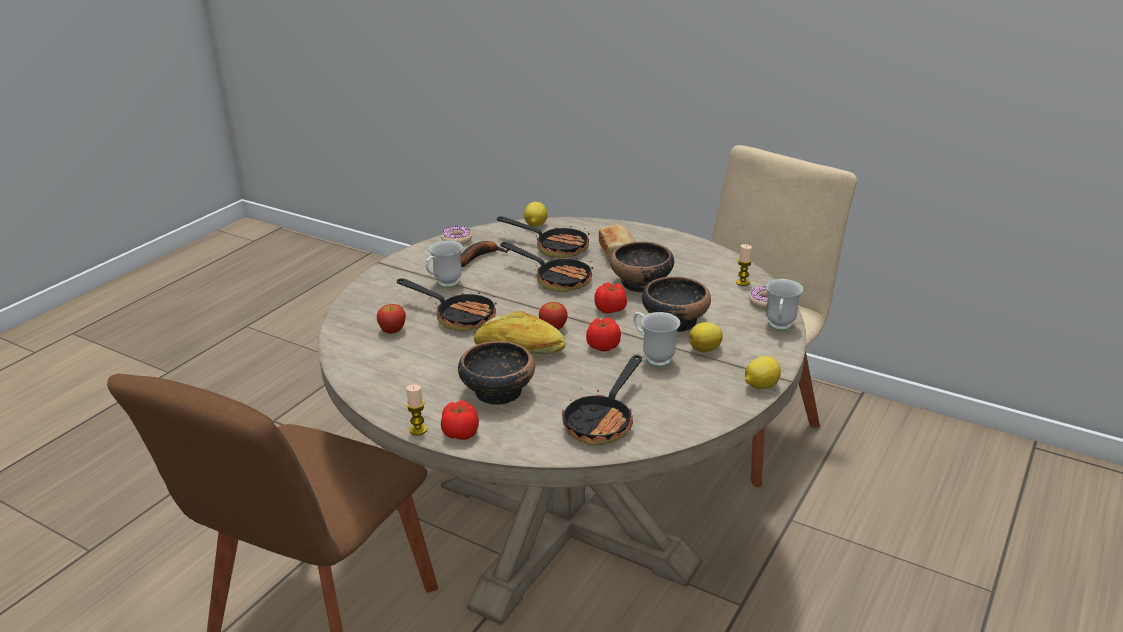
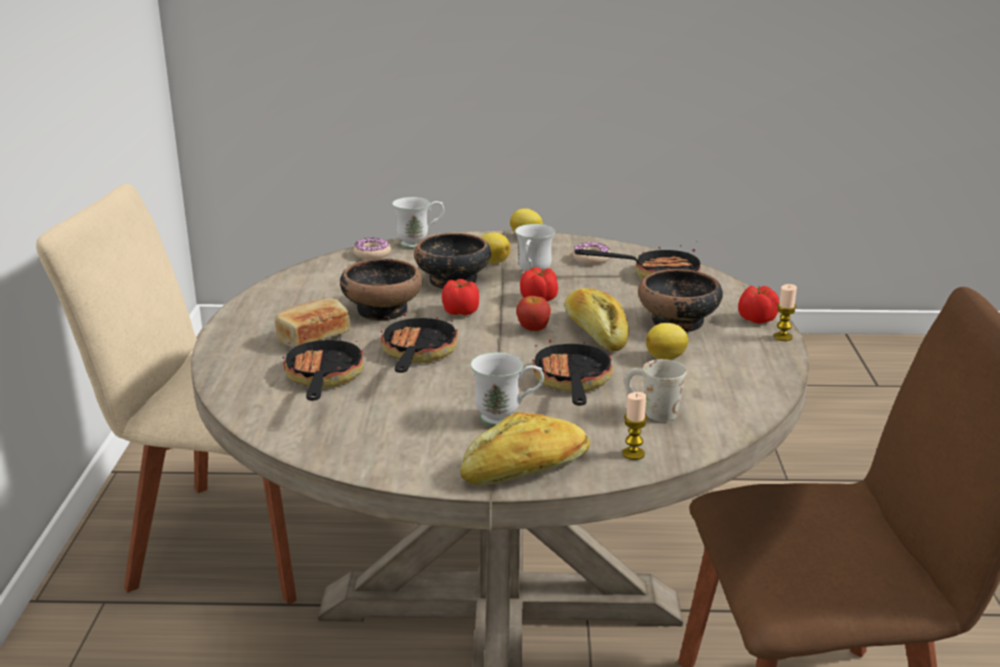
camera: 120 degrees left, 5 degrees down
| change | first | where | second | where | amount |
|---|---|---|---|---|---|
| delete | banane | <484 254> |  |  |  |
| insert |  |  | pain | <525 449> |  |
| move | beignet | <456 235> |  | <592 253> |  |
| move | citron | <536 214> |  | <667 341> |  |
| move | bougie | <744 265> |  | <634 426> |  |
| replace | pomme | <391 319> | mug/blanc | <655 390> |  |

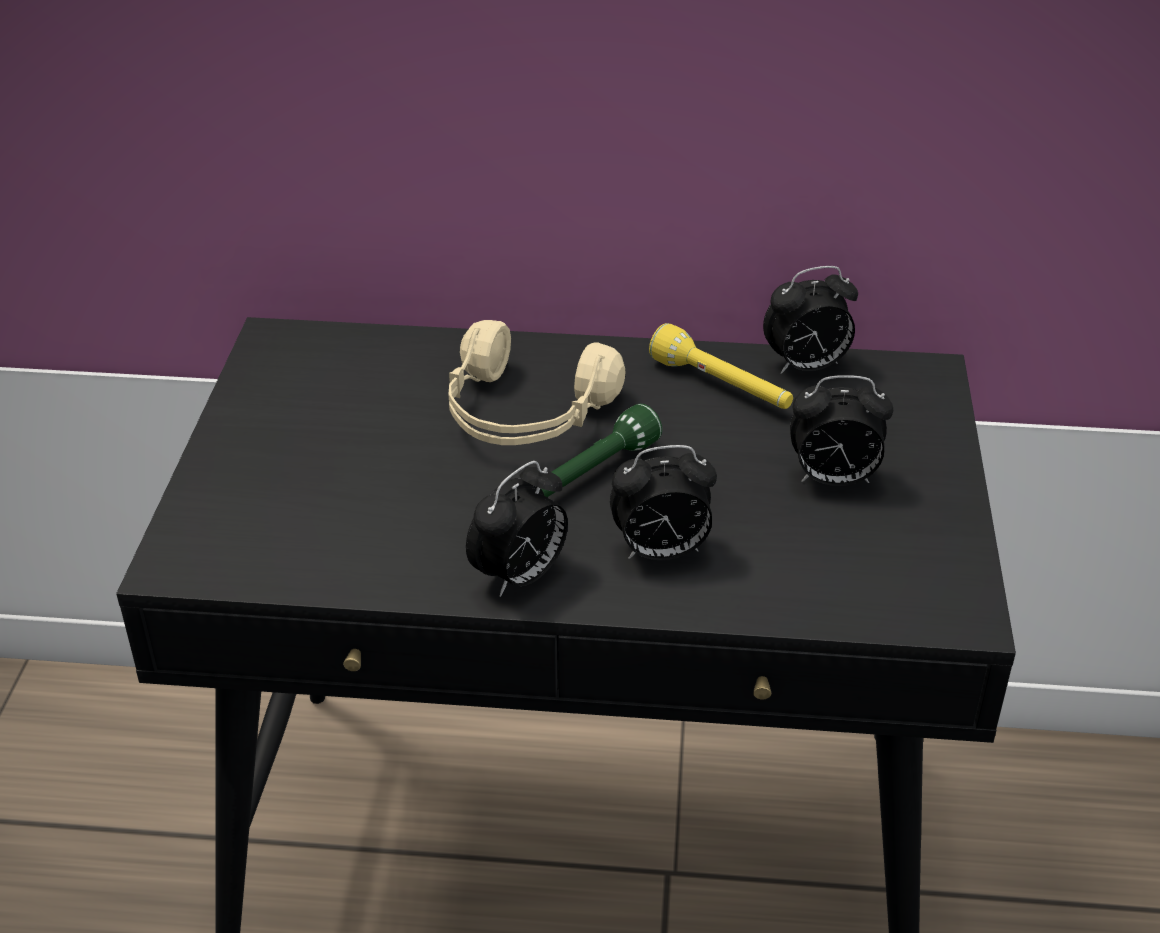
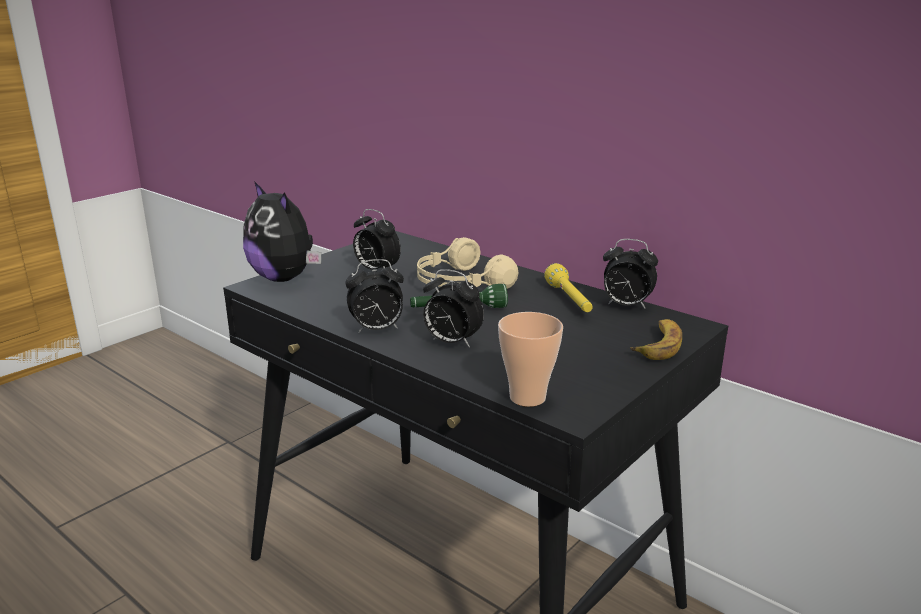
camera: 35 degrees right, 15 degrees down
| change | first | where | second | where | amount |
|---|---|---|---|---|---|
| insert |  |  | peluche | <282 231> |  |
| insert |  |  | tasse | <530 359> |  |
| insert |  |  | banane | <656 339> |  |
| move | réveil | <842 430> |  | <377 239> |  |

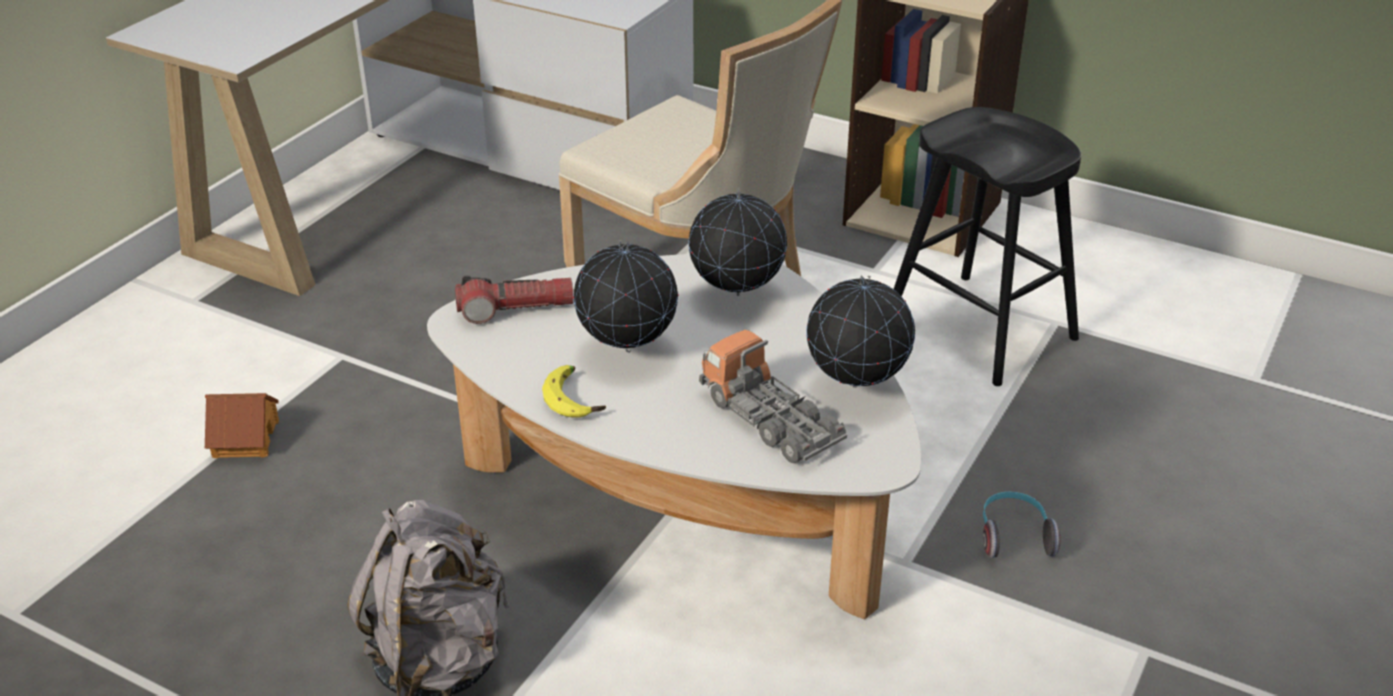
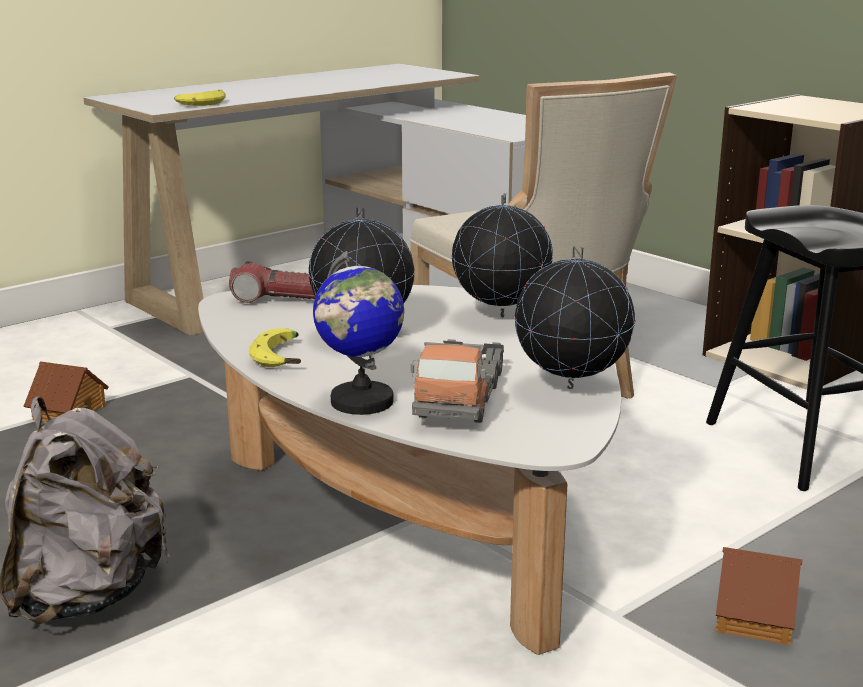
camera: 20 degrees right, 15 degrees down
| change | first | where | second | where | amount |
|---|---|---|---|---|---|
| insert |  |  | banane | <200 98> |  |
| insert |  |  | globe | <358 333> |  |
| replace | casque audio | <1021 524> | maison miniature | <759 596> |  |
| rotate | camion jouet | <773 396> |  | <457 381> | 150 degrees counterclockwise |

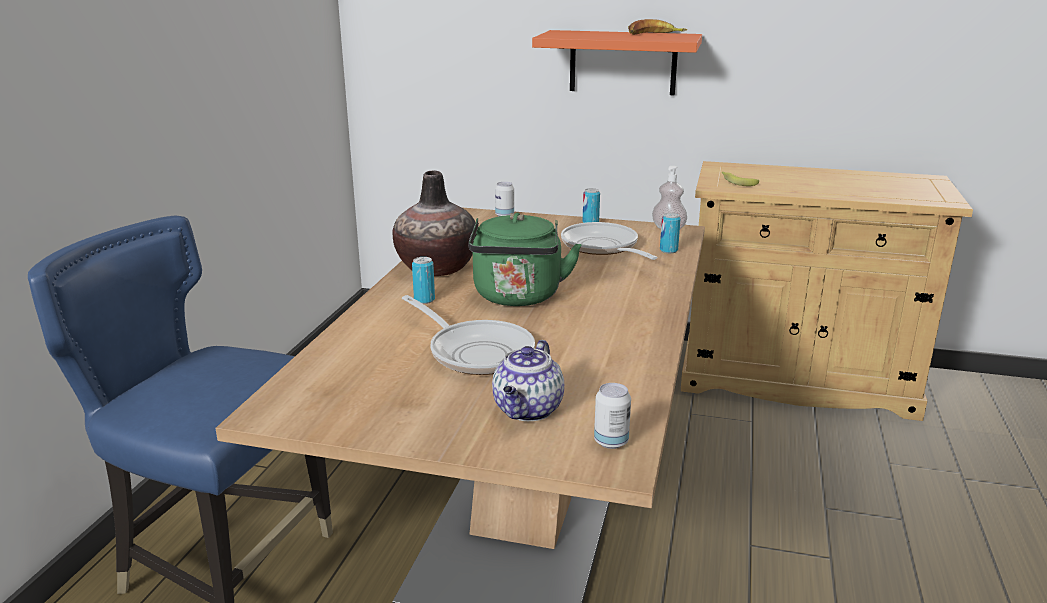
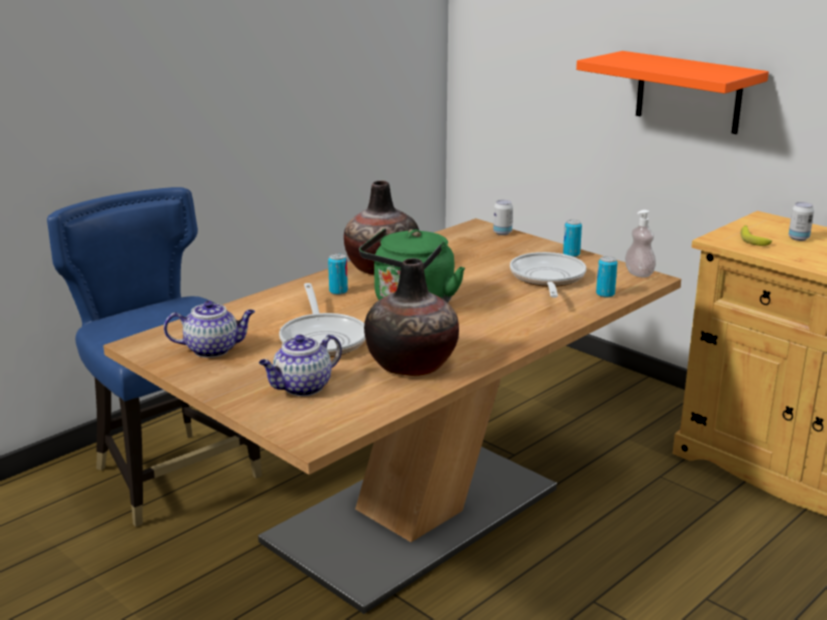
camera: 30 degrees right, 0 degrees up
| change | first | where | second | where | amount |
|---|---|---|---|---|---|
| delete | banane | <657 27> |  |  |  |
| insert |  |  | théière | <209 329> |  |
| insert |  |  | vase | <411 317> |  |
| move | boîte métallique | <612 416> |  | <801 221> |  |

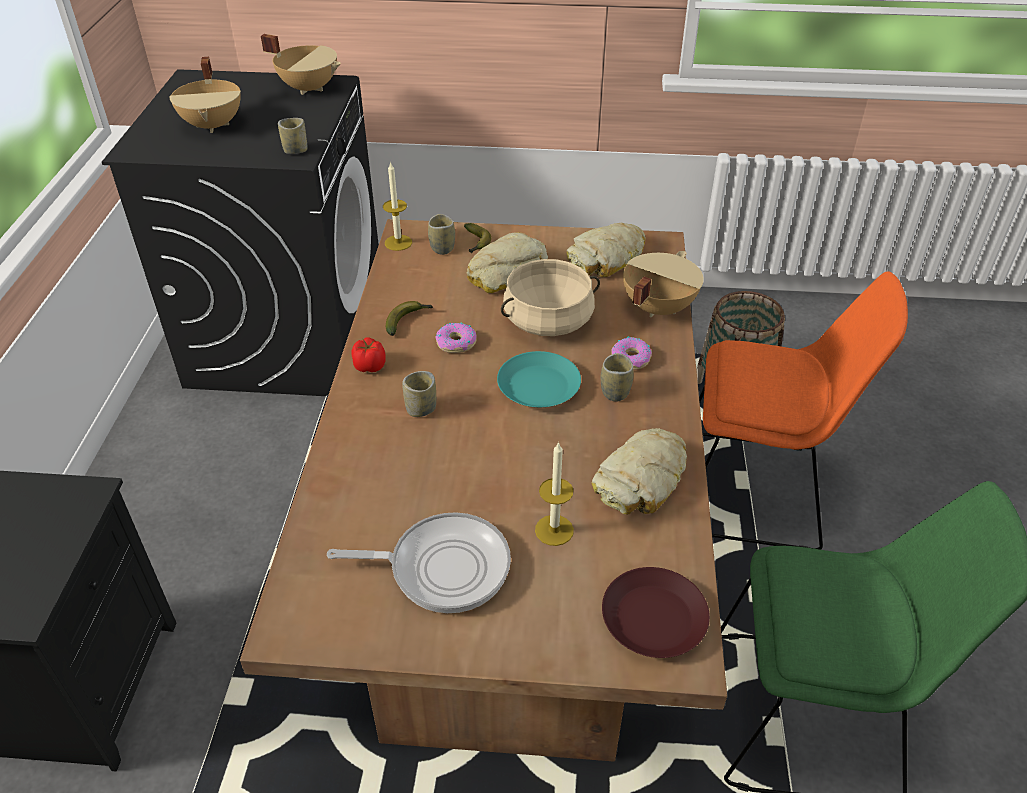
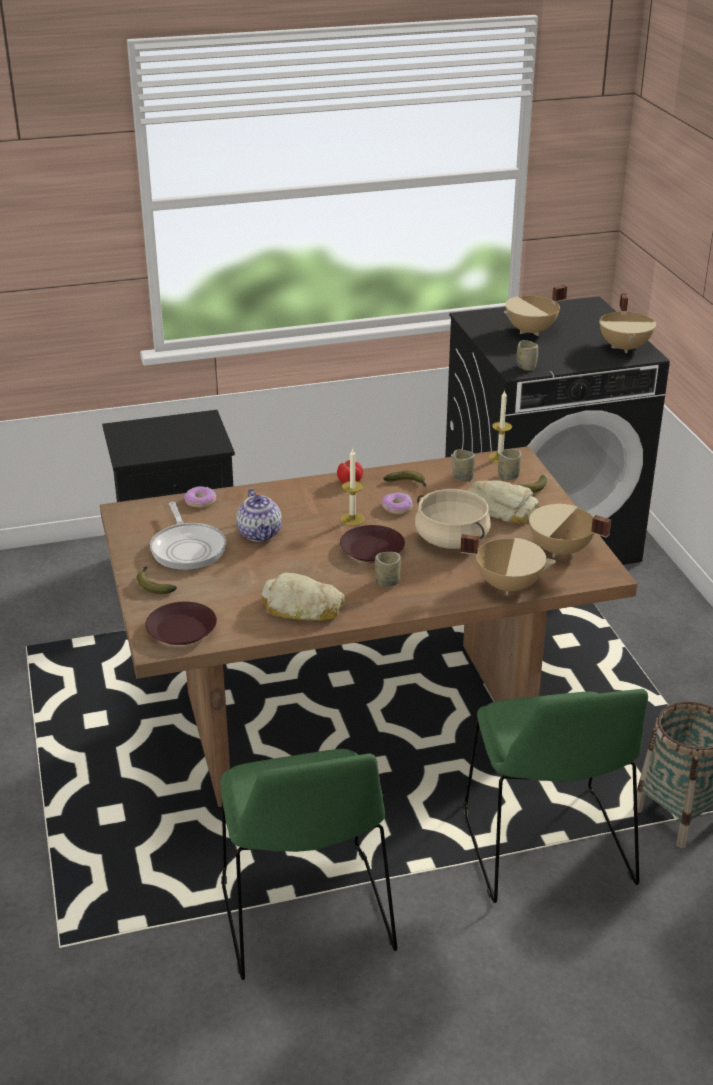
camera: 70 degrees right, 10 degrees down
| change | first | where | second | where | amount |
|---|---|---|---|---|---|
| insert |  |  | banane | <157 580> |  |
| insert |  |  | théière | <259 515> |  |
| move | tasse | <419 394> |  | <463 465> |  |
| move | bougie | <554 494> |  | <352 487> |  |
| move | beignet | <631 353> |  | <200 497> |  |
| replace | pain | <606 250> | marmite/beige | <567 531> |  |
| recolor | assiette/turquoise | <539 379> | assiette/marron | <372 543> |  |
| recolor | chaise/orange | <803 410> | chaise/vert | <556 796> |  |

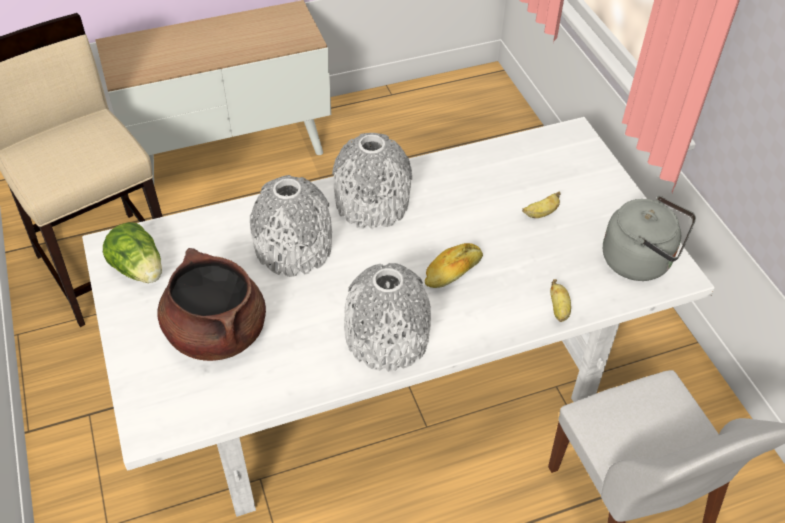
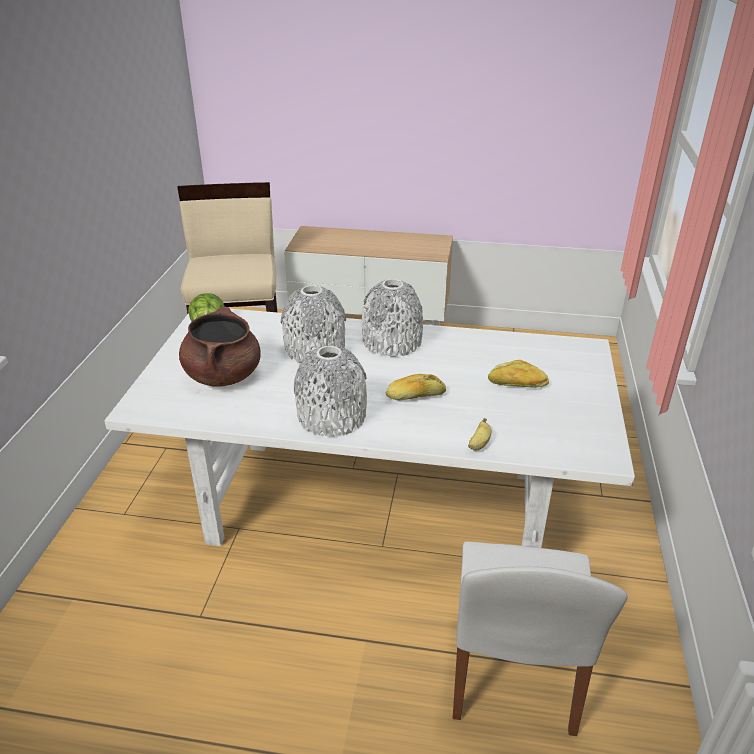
camera: 30 degrees right, 15 degrees down
| change | first | where | second | where | amount |
|---|---|---|---|---|---|
| delete | bouilloire/gris | <649 238> |  |  |  |
| replace | banane | <541 205> | pain | <518 374> |  |

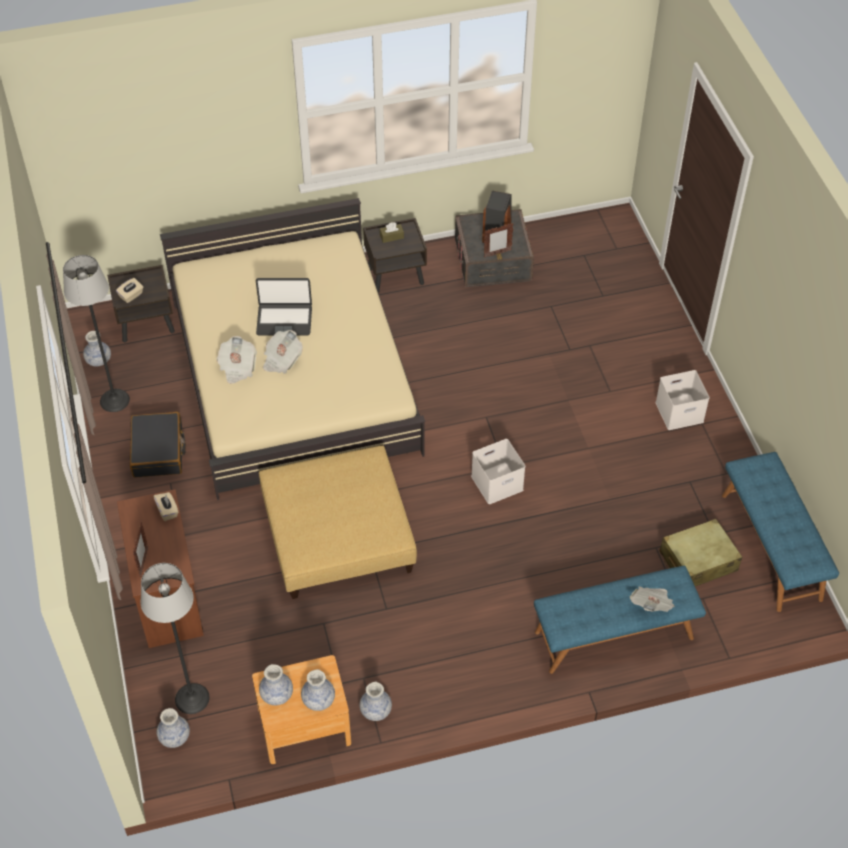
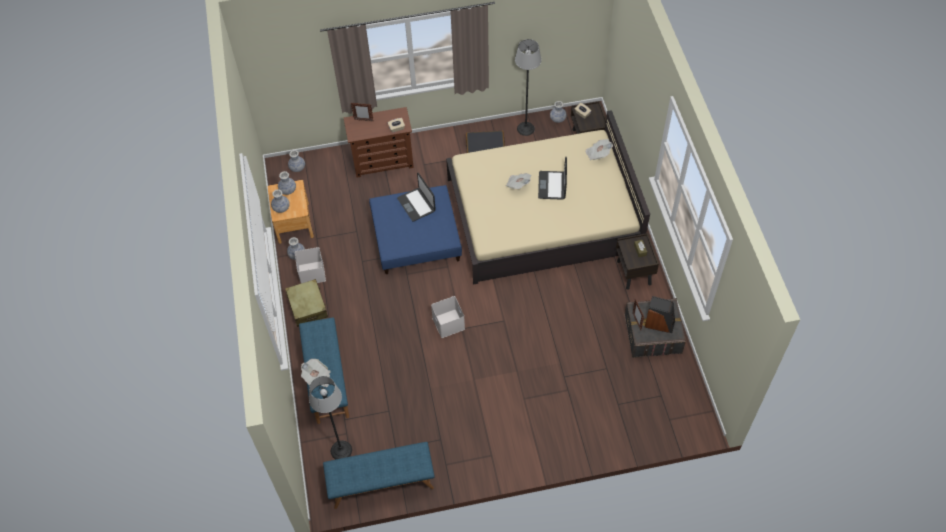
camera: 95 degrees right, 5 degrees up
| change | first | where | second | where | amount |
|---|---|---|---|---|---|
| insert |  |  | ordinateur portable | <416 197> |  |
| move | lampadaire | <175 638> |  | <330 417> |  |
| move | journal | <237 360> |  | <599 150> |  |
| move | boîte de rangement/blanc | <682 400> |  | <310 265> |  |
| move | valise/beige | <701 552> |  | <306 303> |  |
| recolor | pouf/beige | <338 522> | pouf/bleu | <415 229> |  |

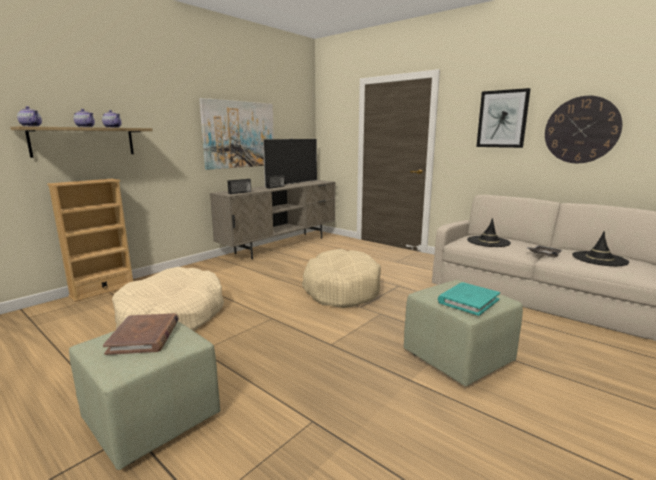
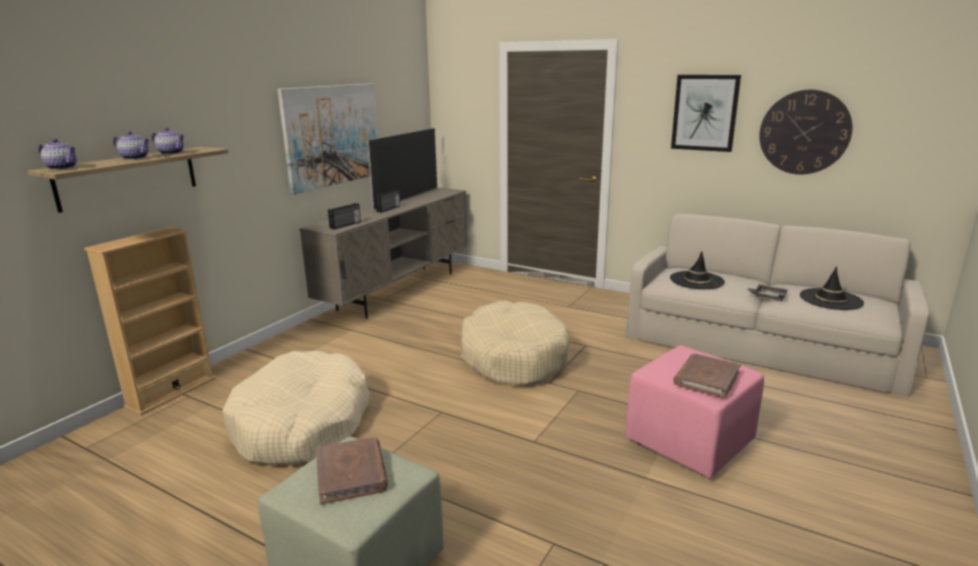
camera: 10 degrees left, 5 degrees up
| change | first | where | second | where | amount |
|---|---|---|---|---|---|
| recolor | pouf/vert | <463 333> | pouf/rose | <694 411> |  |
| recolor | livre/turquoise | <469 299> | livre/marron | <707 375> |  |

